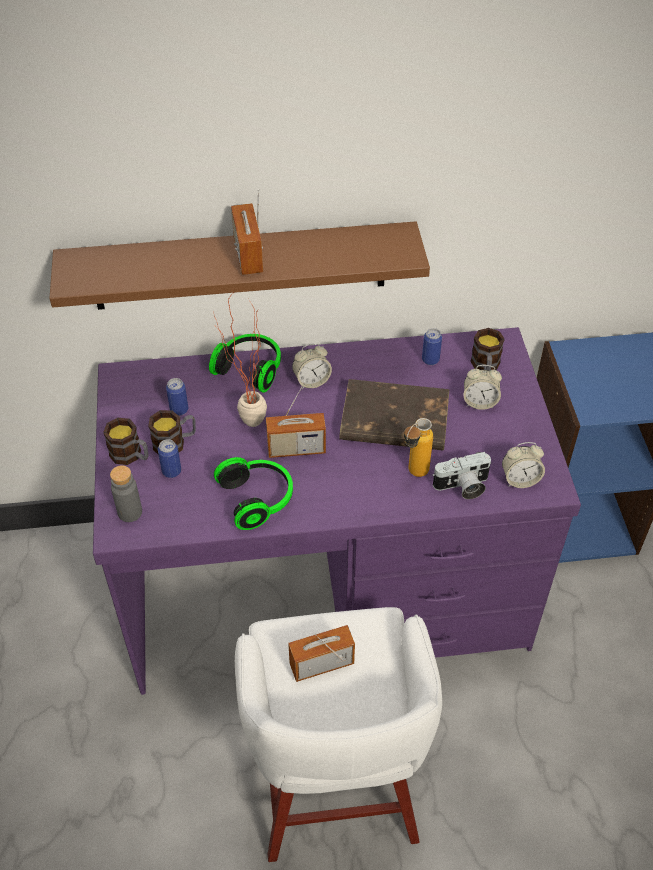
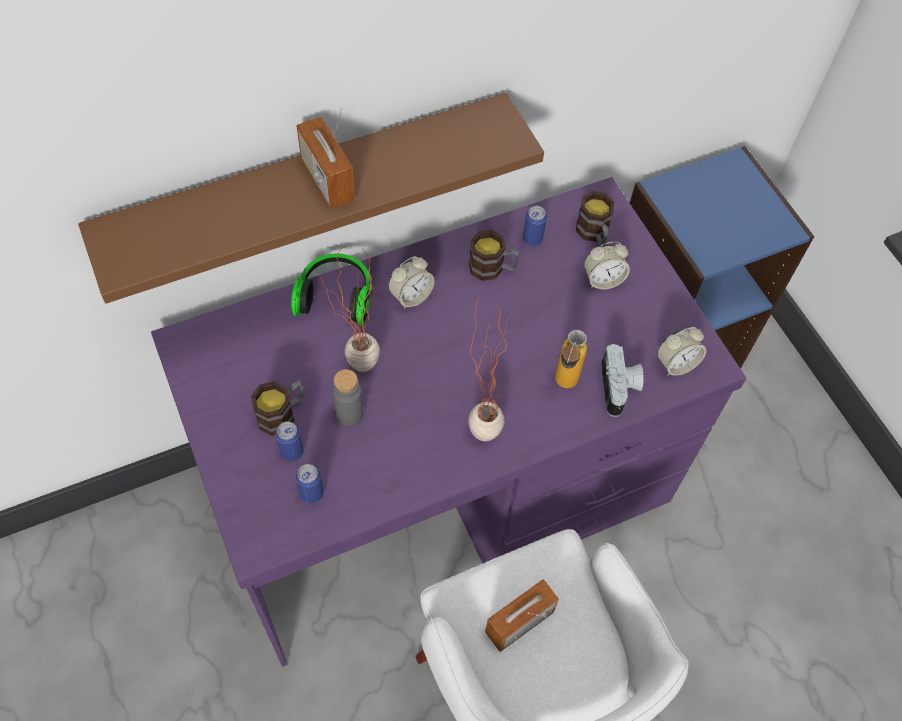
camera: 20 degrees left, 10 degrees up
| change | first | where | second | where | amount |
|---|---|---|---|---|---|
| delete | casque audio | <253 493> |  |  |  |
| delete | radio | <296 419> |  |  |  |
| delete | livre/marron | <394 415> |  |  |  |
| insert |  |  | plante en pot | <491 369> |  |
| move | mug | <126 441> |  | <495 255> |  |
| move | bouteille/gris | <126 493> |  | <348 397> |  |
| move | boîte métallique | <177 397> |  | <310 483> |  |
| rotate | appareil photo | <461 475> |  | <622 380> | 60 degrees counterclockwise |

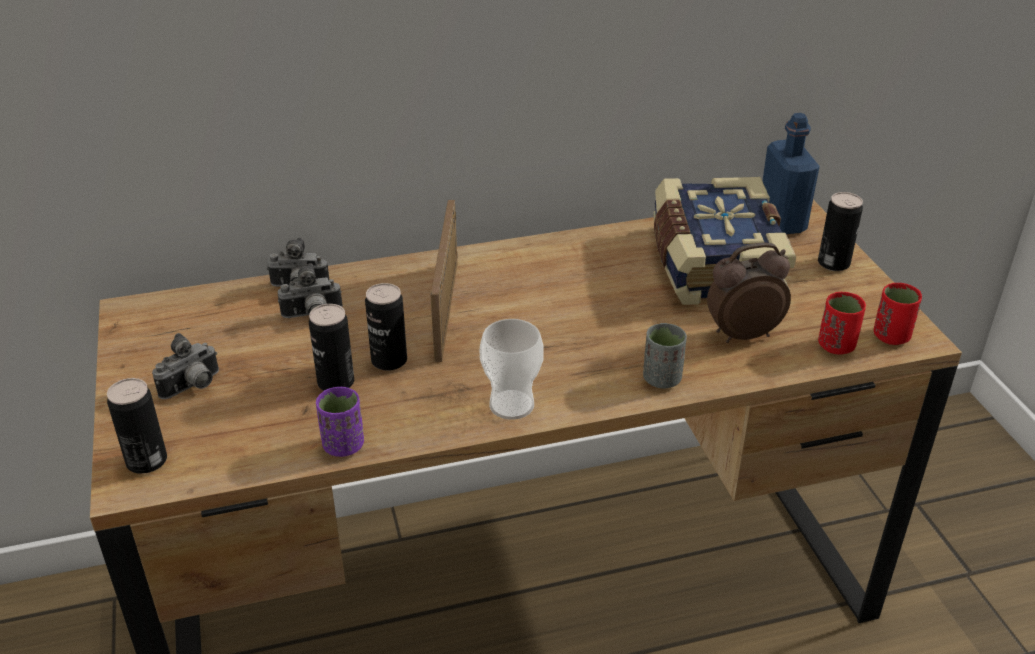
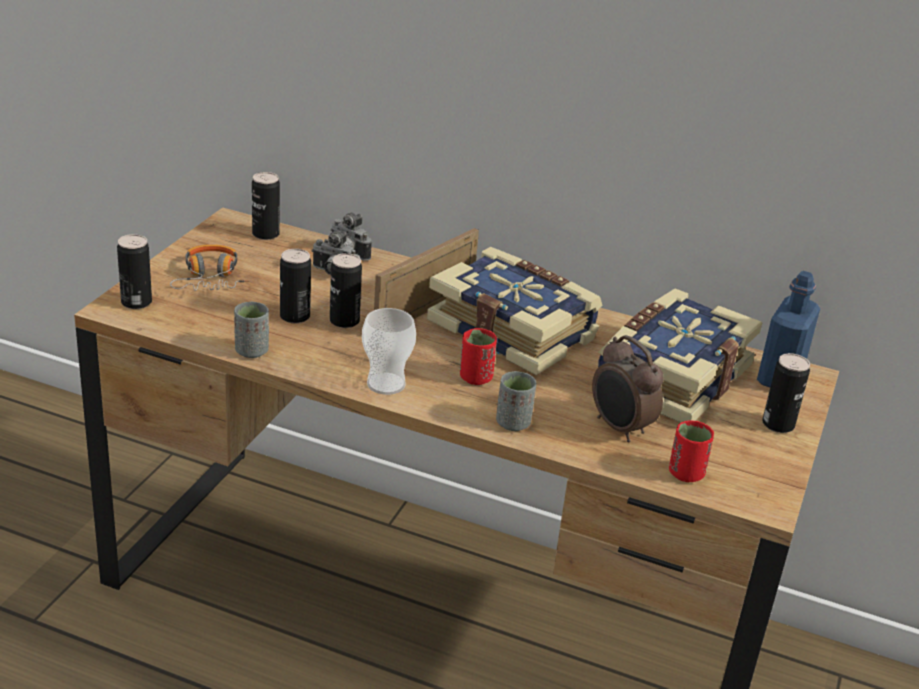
camera: 35 degrees right, 5 degrees down
| change | first | where | second | where | amount |
|---|---|---|---|---|---|
| insert |  |  | boîte métallique | <266 206> |  |
| insert |  |  | livre | <514 311> |  |
| move | tasse/rouge | <898 314> |  | <478 356> |  |
| replace | appareil photo | <185 366> | casque audio | <209 268> |  |
| recolor | tasse/violet | <340 422> | tasse/gris | <251 329> |  |
| rotate | réveil | <749 292> |  | <628 389> | 150 degrees counterclockwise |

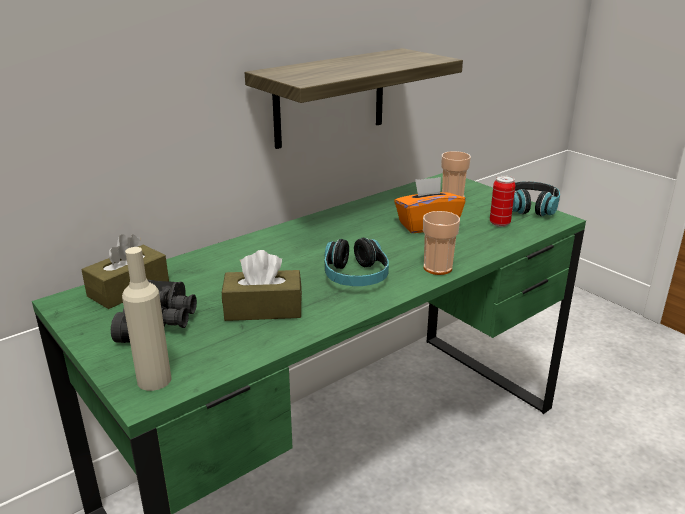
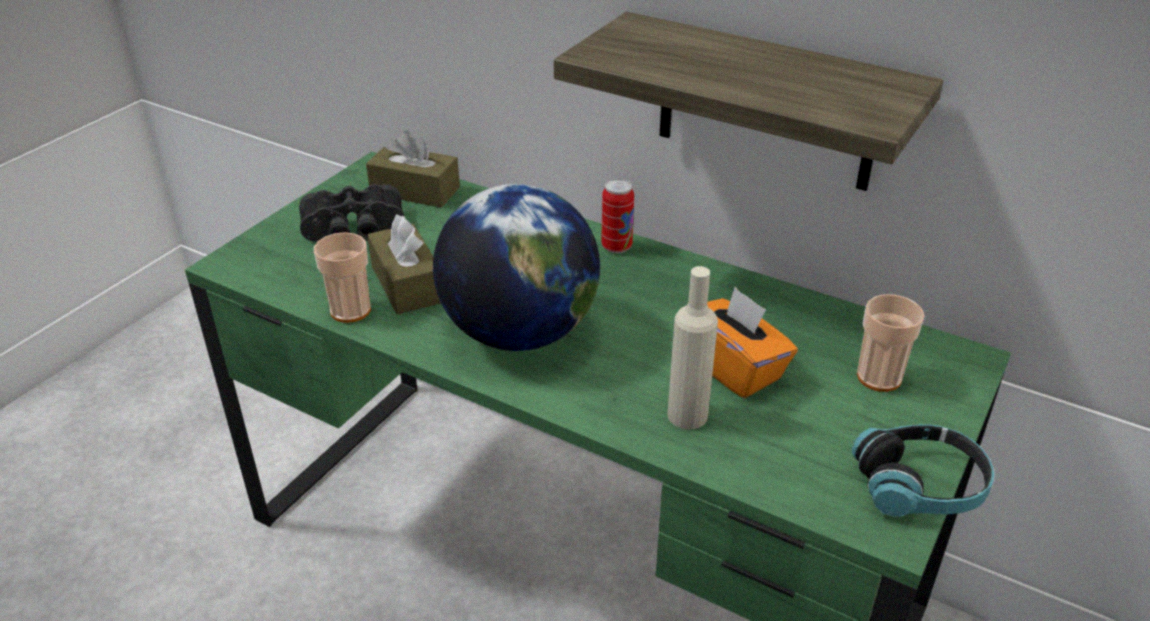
camera: 70 degrees right, 10 degrees up
| change | first | where | second | where | amount |
|---|---|---|---|---|---|
| move | bouteille/beige | <147 319> |  | <693 347> |  |
| move | tasse | <441 243> |  | <342 277> |  |
| move | boîte métallique | <502 201> |  | <617 216> |  |
| replace | casque audio | <357 262> | globe | <516 267> |  |

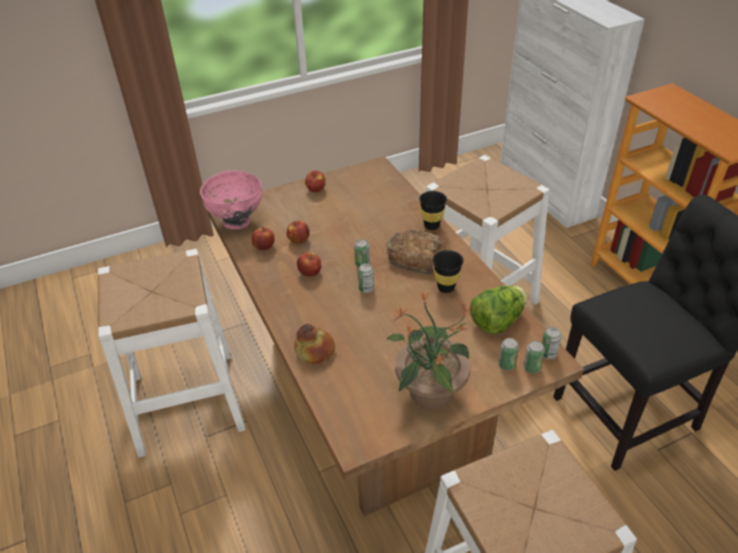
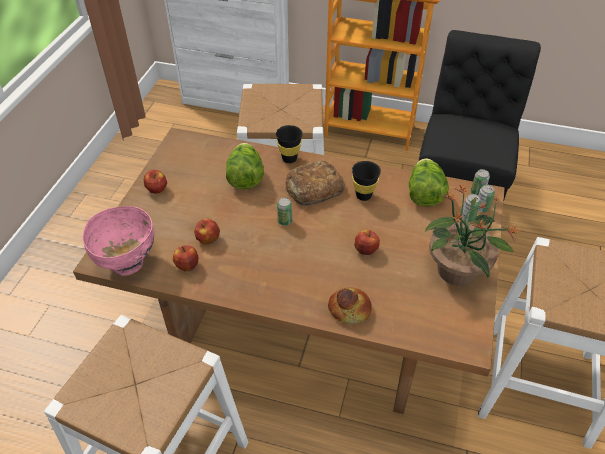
camera: 50 degrees left, 5 degrees up
| change | first | where | second | where | amount |
|---|---|---|---|---|---|
| delete | boîte métallique | <366 278> |  |  |  |
| insert |  |  | laitue | <245 166> |  |
| move | pomme | <309 264> |  | <367 242> |  |

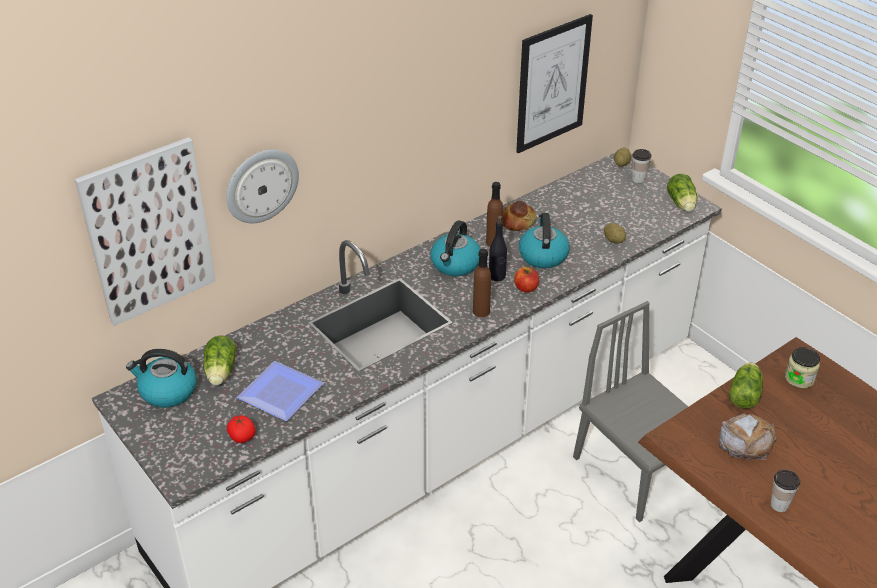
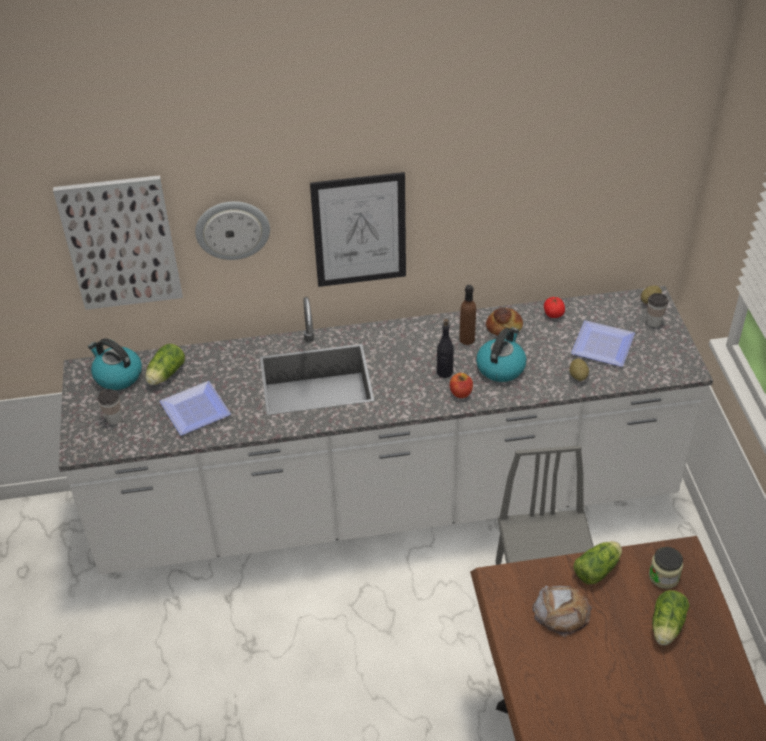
camera: 30 degrees right, 5 degrees up
| change | first | where | second | where | amount |
|---|---|---|---|---|---|
| delete | bouilloire | <455 248> |  |  |  |
| delete | bouteille/marron | <482 283> |  |  |  |
| insert |  |  | assiette | <603 343> |  |
| move | tomate | <241 429> |  | <554 307> |  |
| move | tableau | <554 83> |  | <358 229> |  |
| move | laitue | <682 193> |  | <671 617> |  |
| move | tasse | <785 491> |  | <110 407> |  |

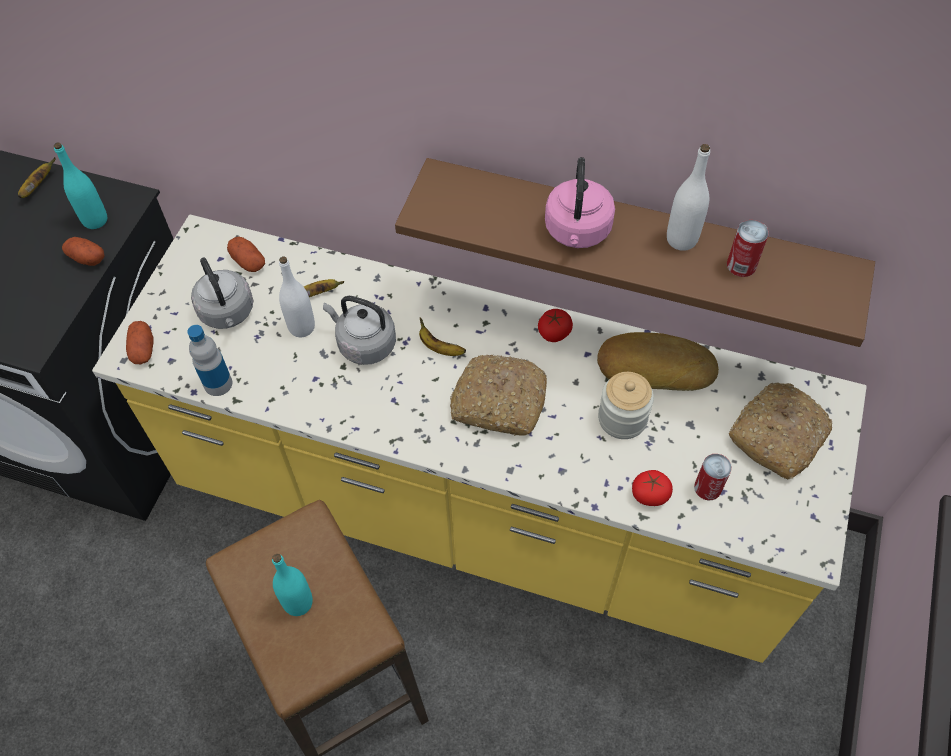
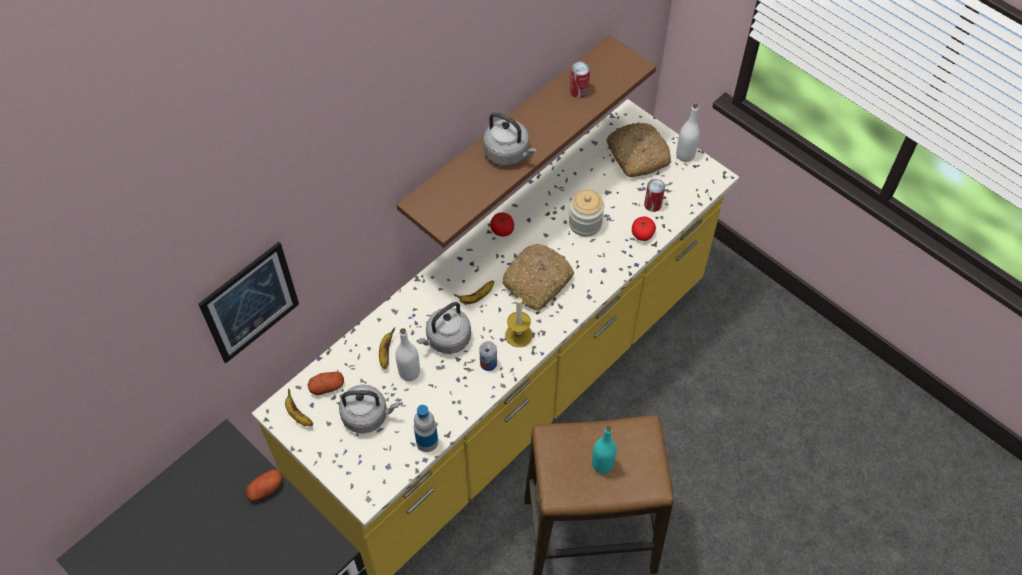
camera: 65 degrees left, 0 degrees up
| change | first | where | second | where | amount |
|---|---|---|---|---|---|
| delete | bouteille/turquoise | <80 185> |  |  |  |
| delete | pomme de terre | <140 342> |  |  |  |
| delete | pain | <658 361> |  |  |  |
| insert |  |  | tableau | <249 302> |  |
| insert |  |  | boîte métallique | <488 356> |  |
| insert |  |  | bougie | <518 322> |  |
| move | banane | <36 177> |  | <299 407> |  |
| move | bouteille/blanc | <688 197> |  | <688 133> |  |
| recolor | bouilloire/rose | <580 202> | bouilloire/gris | <510 139> |  |

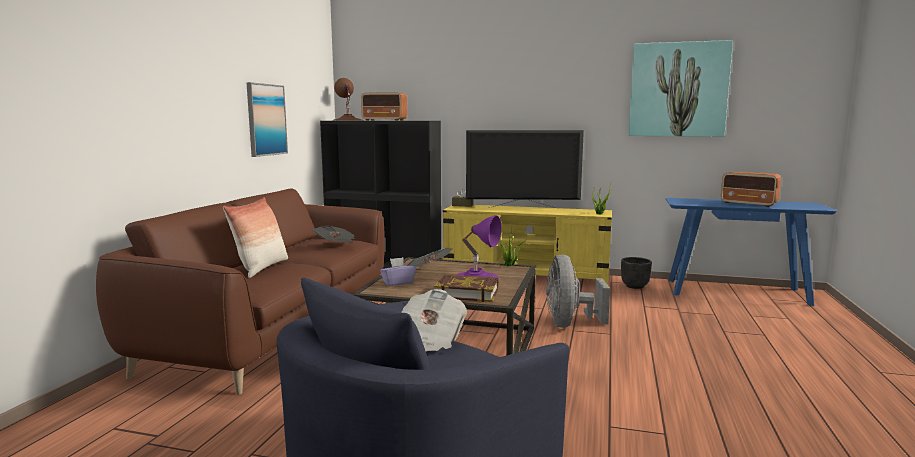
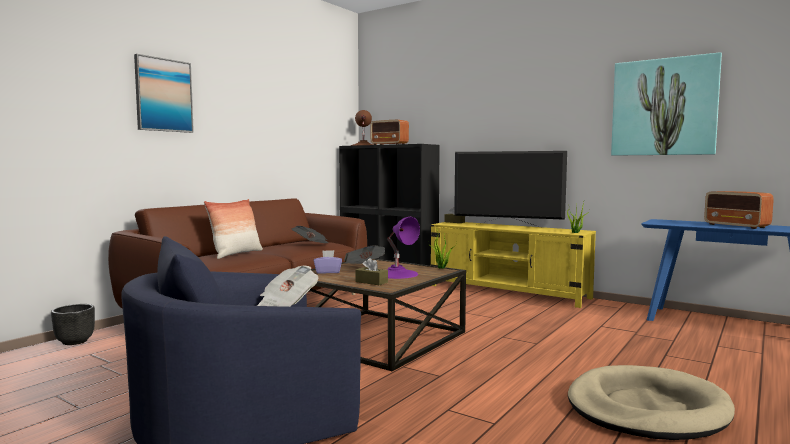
camera: 20 degrees right, 5 degrees down
| change | first | where | second | where | amount |
|---|---|---|---|---|---|
| delete | ventilateur/gris | <578 291> |  |  |  |
| insert |  |  | panier pour chien/beige | <651 402> |  |
| move | tableau | <267 119> |  | <164 93> |  |
| move | cache-pot/noir | <636 273> |  | <73 324> |  |
| replace | livre | <466 288> | boîte à mouchoirs/marron | <371 271> |  |

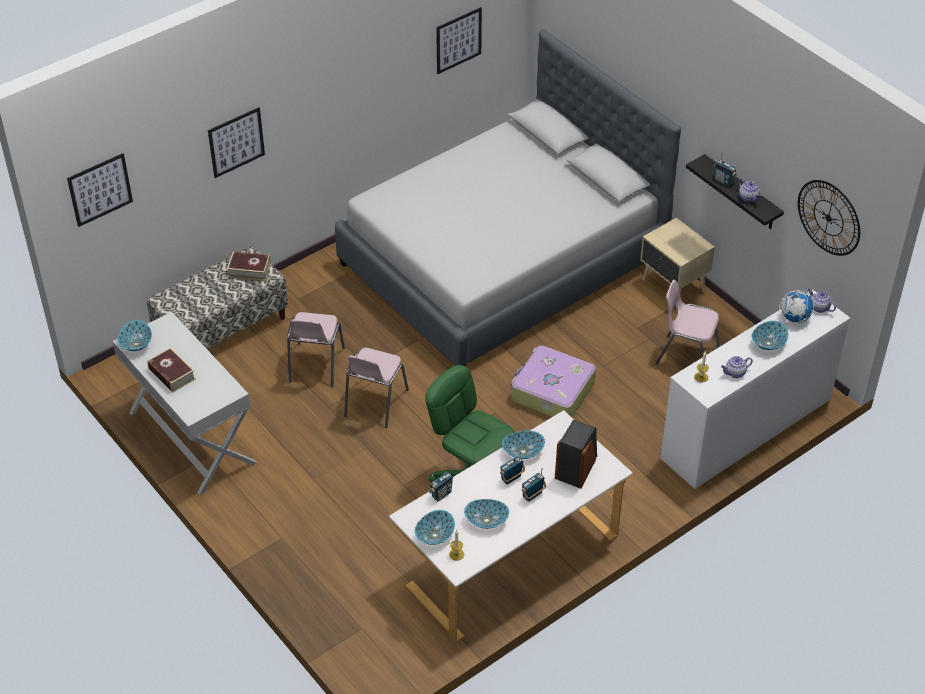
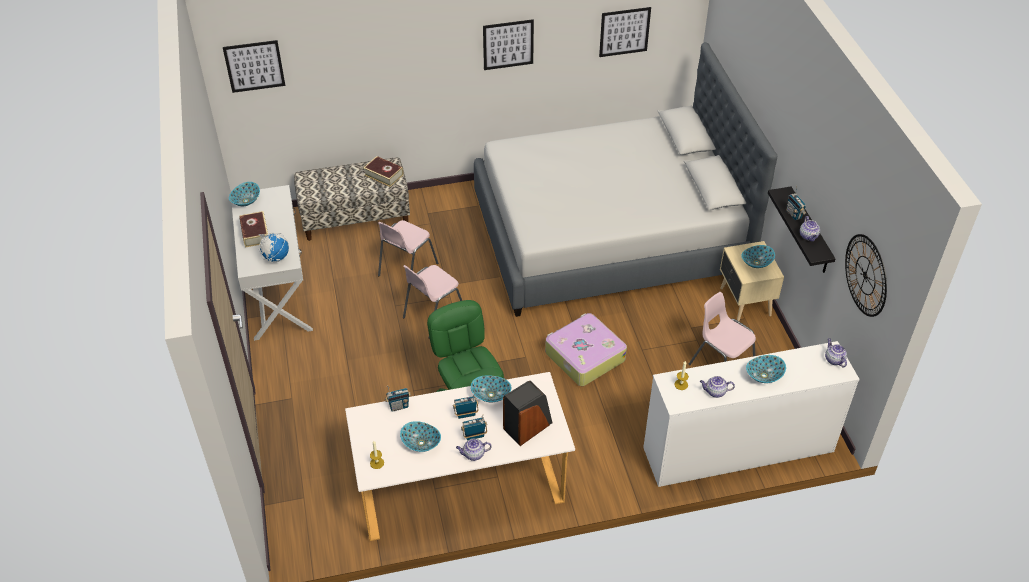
camera: 25 degrees right, 0 degrees up
| change | first | where | second | where | amount |
|---|---|---|---|---|---|
| insert |  |  | théière | <474 450> |  |
| move | tableau | <236 142> |  | <508 44> |  |
| move | bol | <435 527> |  | <758 256> |  |
| move | globe | <796 306> |  | <274 247> |  |

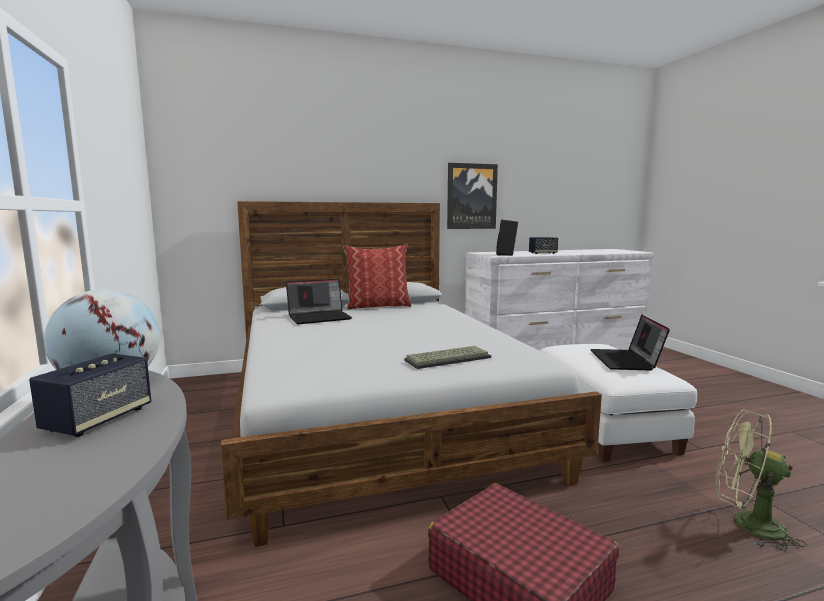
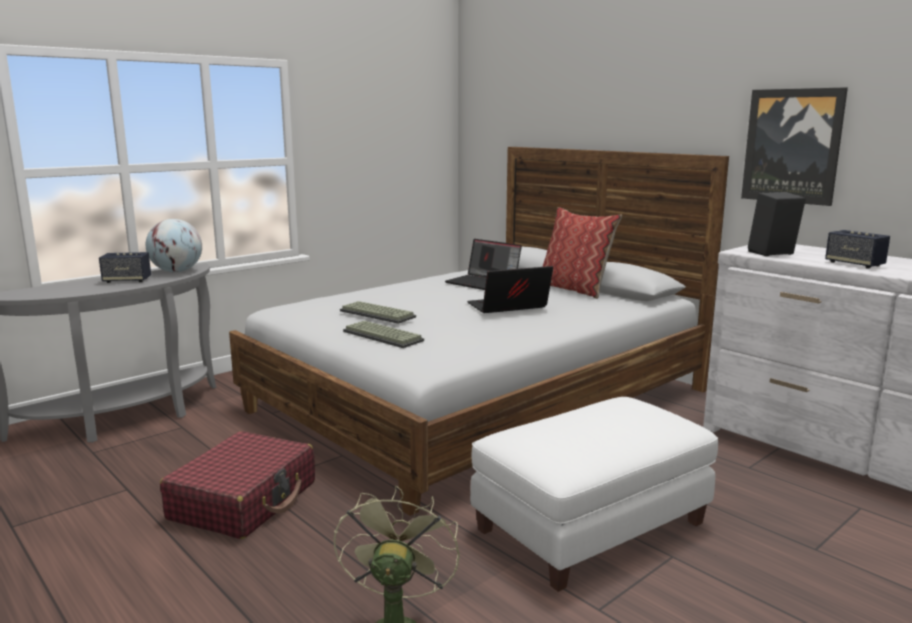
camera: 65 degrees right, 5 degrees up
| change | first | where | second | where | amount |
|---|---|---|---|---|---|
| insert |  |  | clavier | <378 312> |  |
| move | ordinateur portable | <630 342> |  | <510 289> |  |

